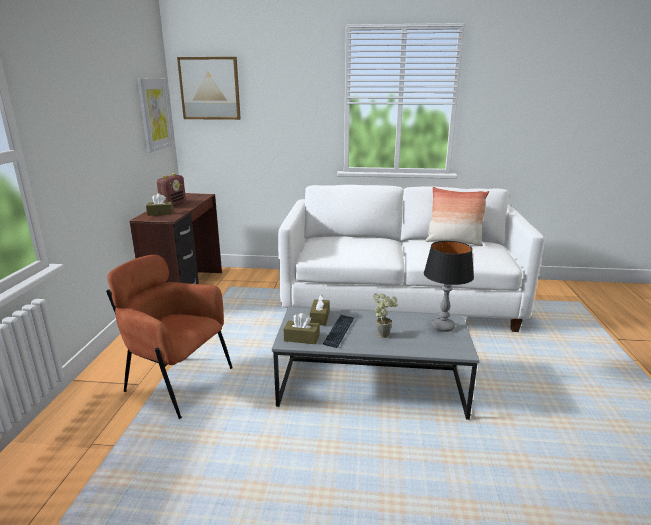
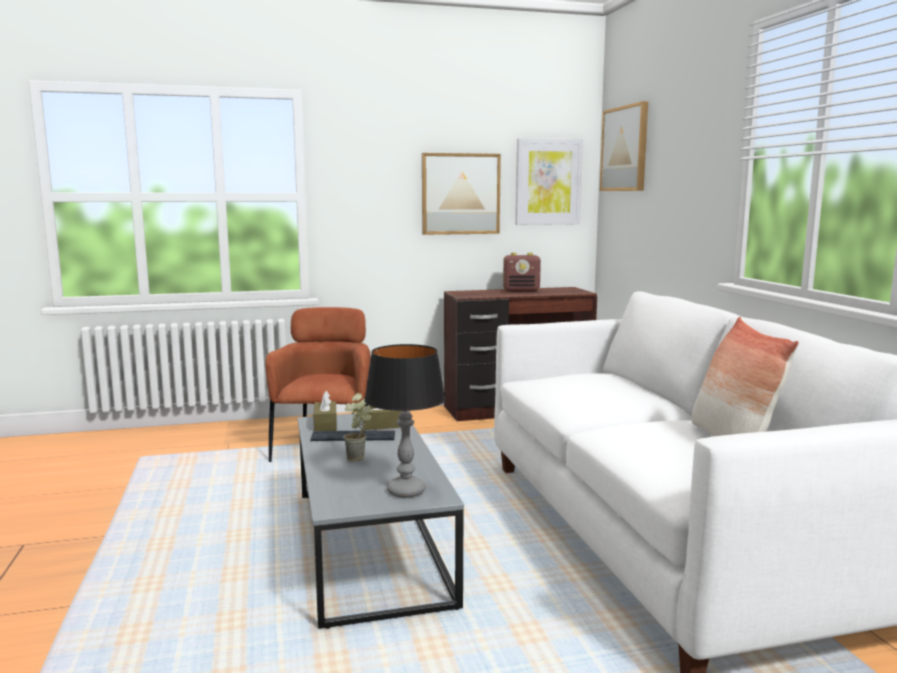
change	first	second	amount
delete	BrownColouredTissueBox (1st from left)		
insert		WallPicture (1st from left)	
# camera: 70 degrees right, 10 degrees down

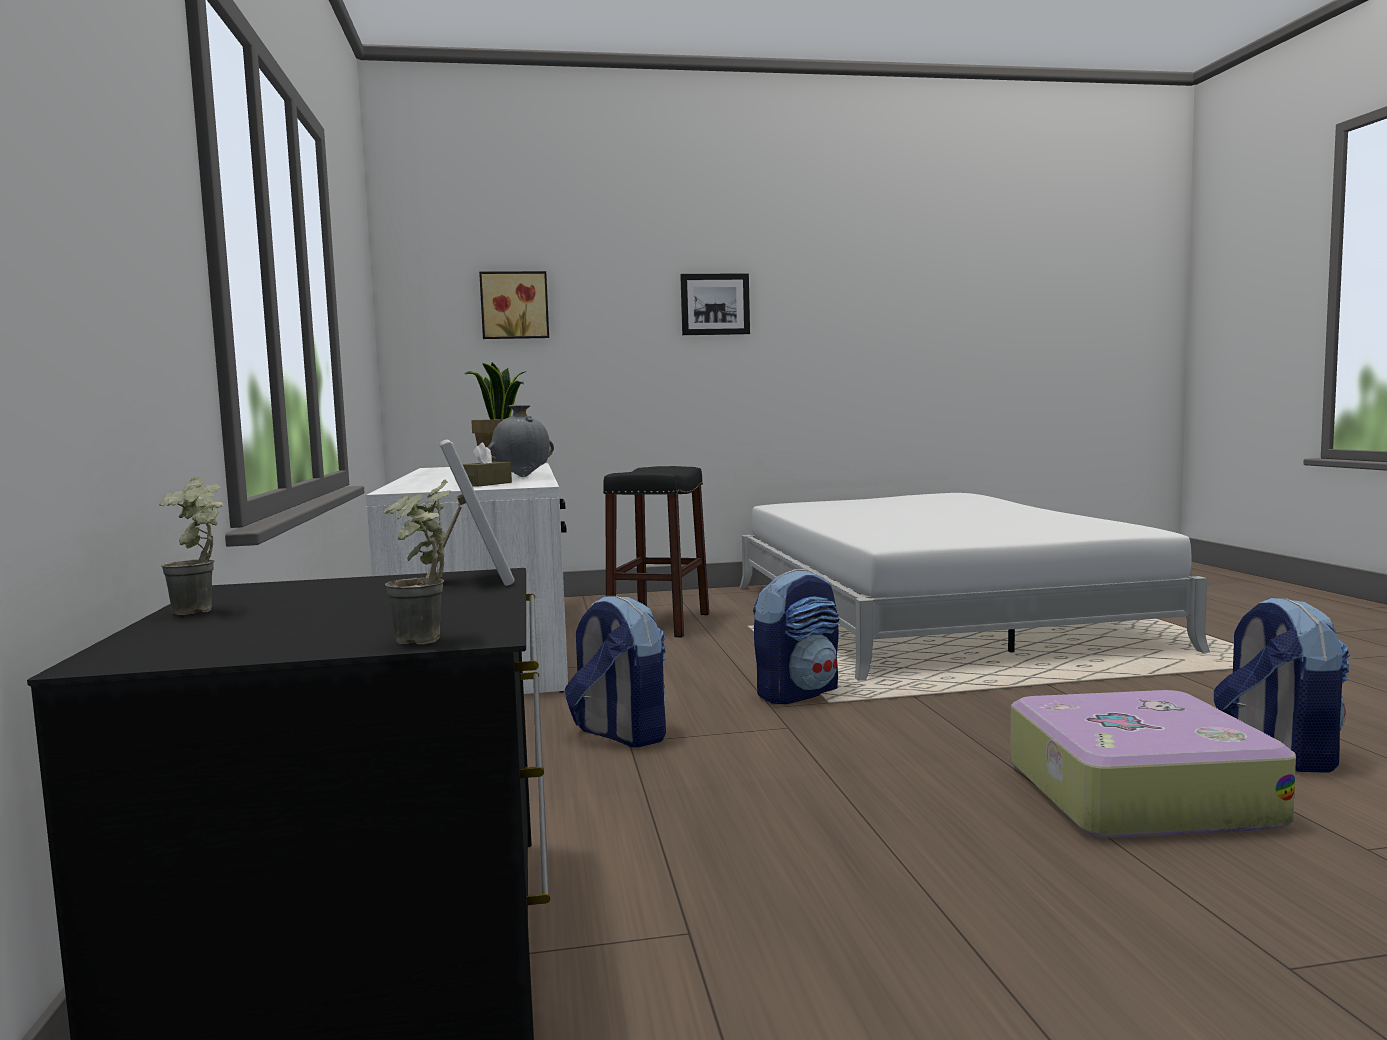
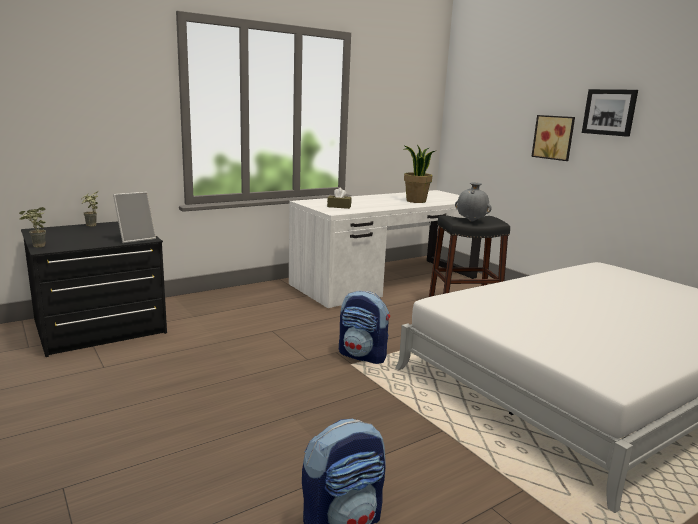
change	first	second	amount
move	WallPicture (1st from left)		
move	GrayVase		
delete	Rucksack (1st from left)		
delete	TravelCase		
# camera: 65 degrees right, 10 degrees up

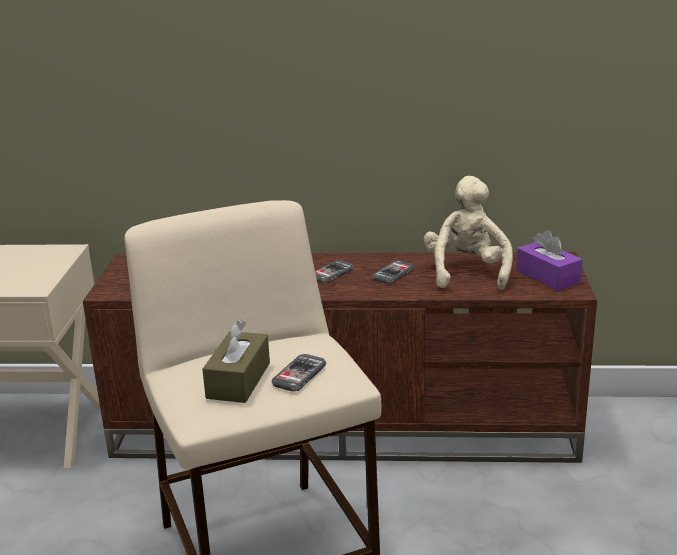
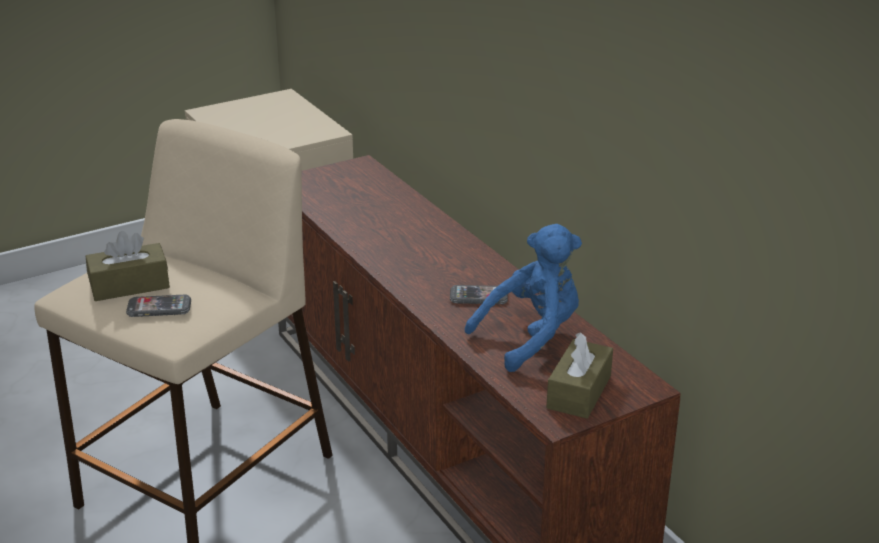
change	first	second	amount
delete	Telephone (2nd from left)		
recolor	BeigeCuddlyToy	BlueColouredCuddlyToy	
recolor	PurpleTissueBox	BrownColouredTissueBox (2nd from left)	
# camera: 55 degrees right, 5 degrees up

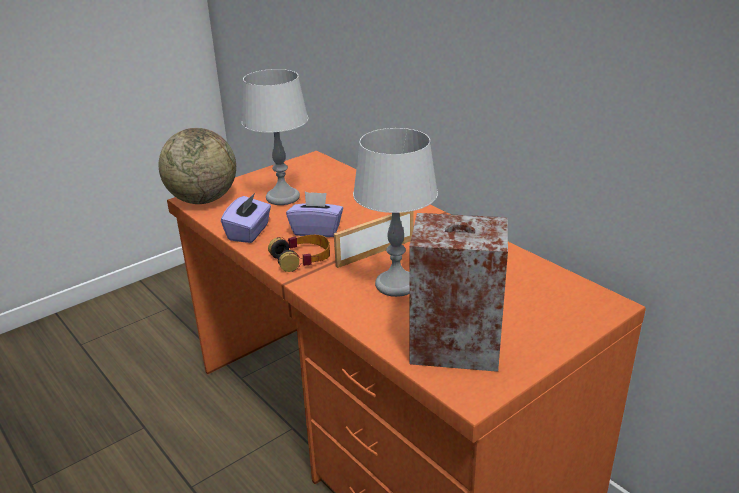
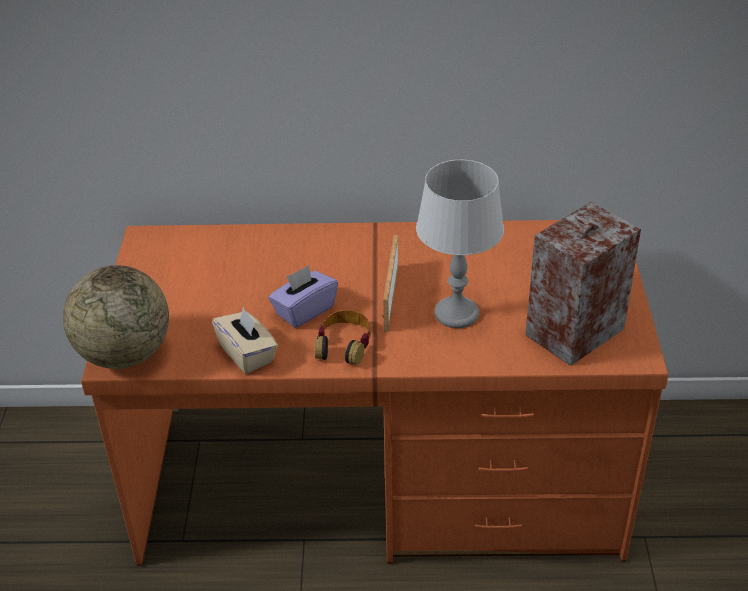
change	first	second	amount
recolor	PurpleTissueBox (1st from left)	BeigeTissueBox	
delete	GrayLampForATable (1st from left)		
# camera: 50 degrees left, 10 degrees up

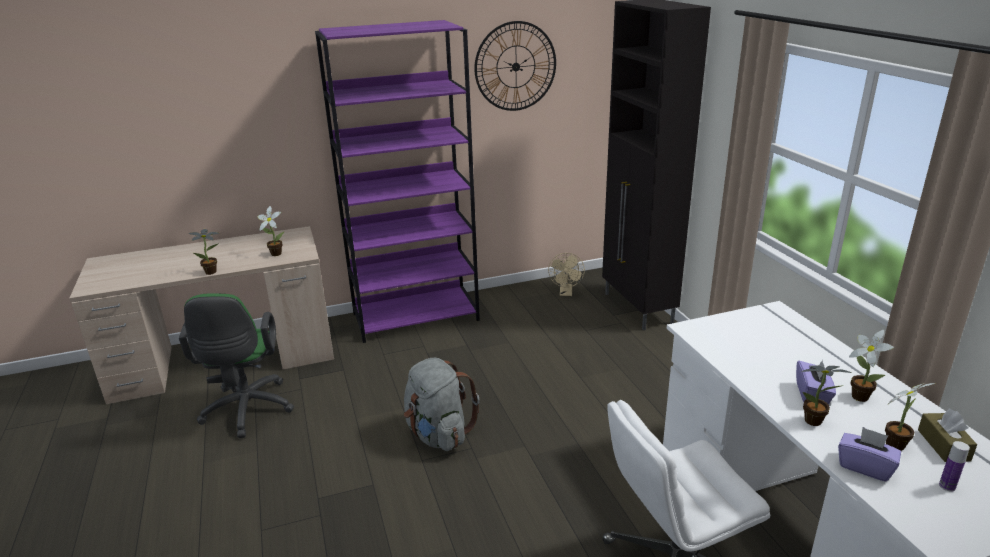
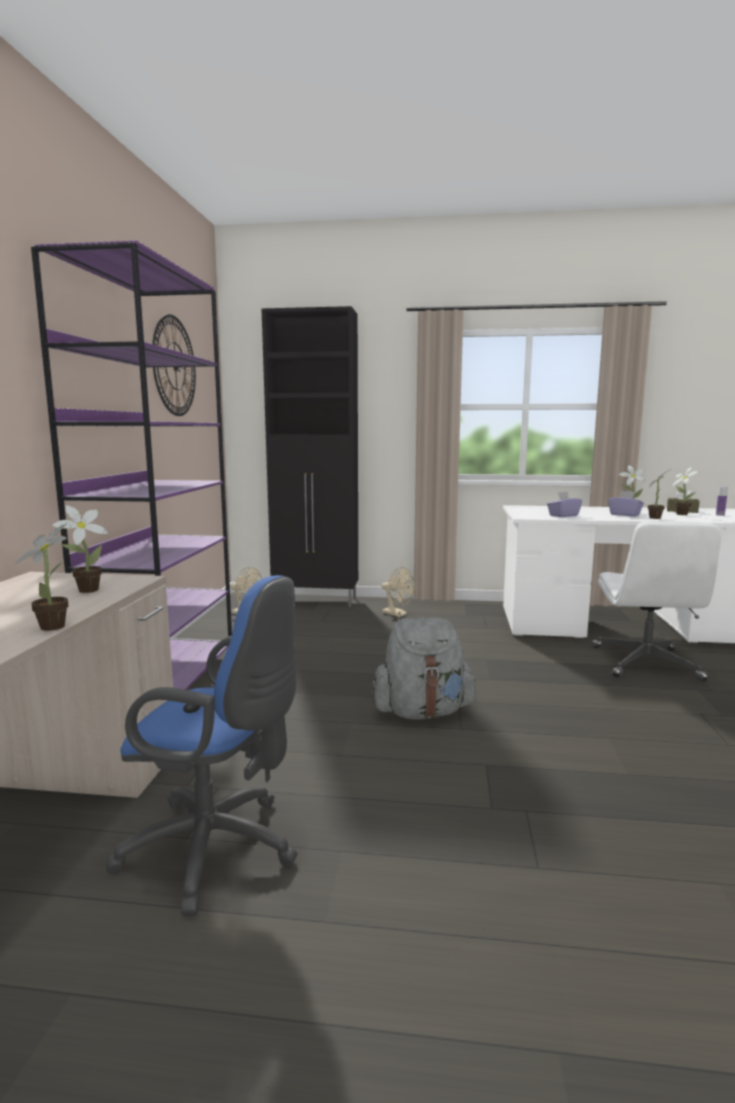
change	first	second	amount
recolor	GreenComputerChair	BlueColouredComputerChair	
move	PurpleTissueBox (2nd from left in the first image)	PurpleTissueBox (1st from left)	
insert		BeigeFan (2nd from left)	
# camera: 65 degrees left, 15 degrees down

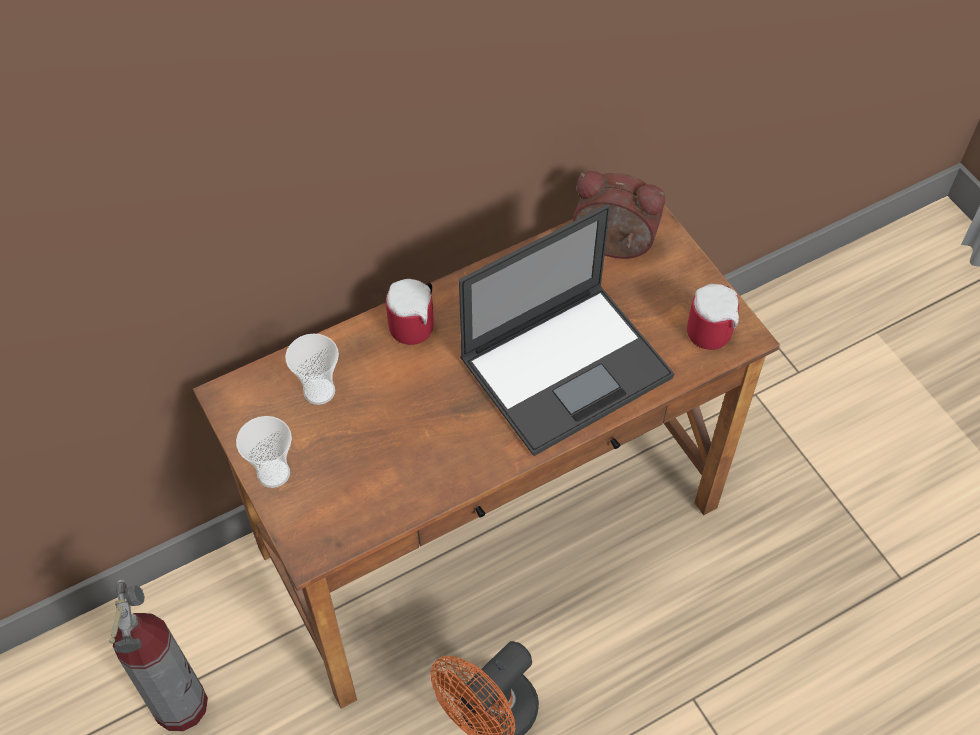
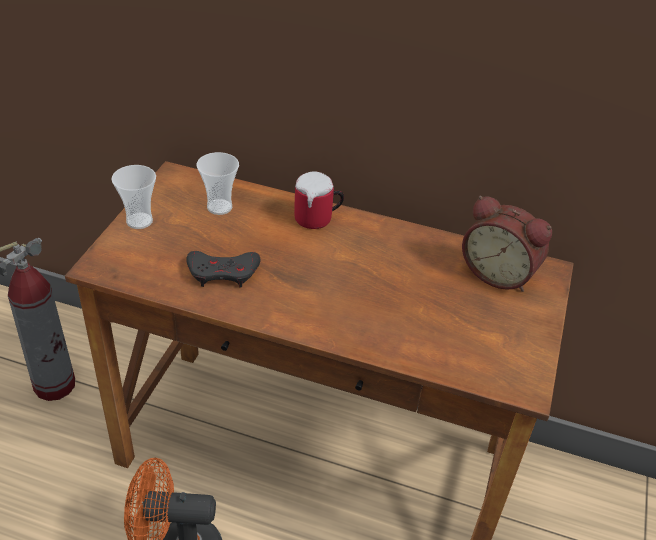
change	first	second	amount
delete	Laptop		
rotate	BedsideClock		150 degrees clockwise
delete	TeaMug (2nd from left)		
insert		GrayGamepad	
# camera: 45 degrees right, 15 degrees down

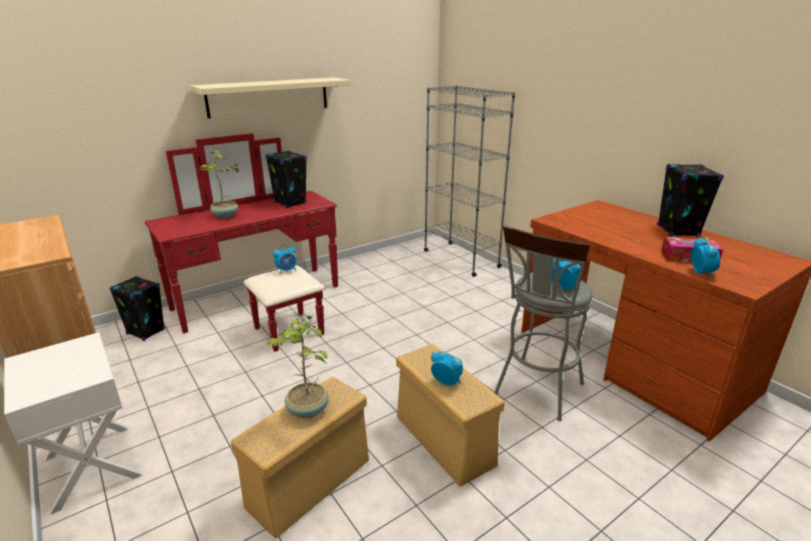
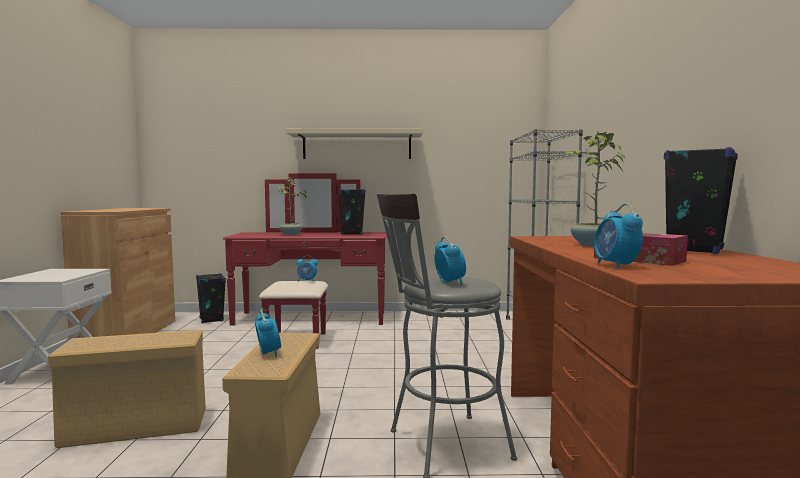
change	first	second	amount
move	Houseplant (2nd from left)		
rotate	BedsideClock (4th from left)		135 degrees clockwise
# camera: 35 degrees right, 20 degrees down

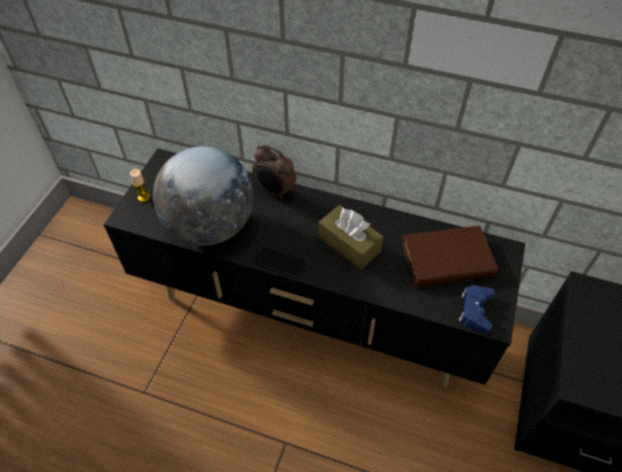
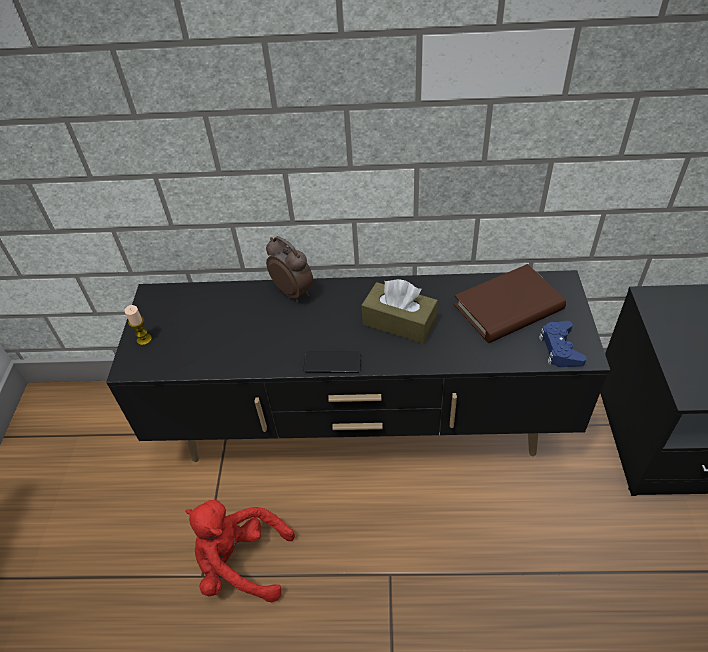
change	first	second	amount
delete	WorldGlobe		
rotate	BedsideClock		150 degrees counterclockwise
insert		RedCuddlyToy	
# camera: 15 degrees left, 5 degrees down

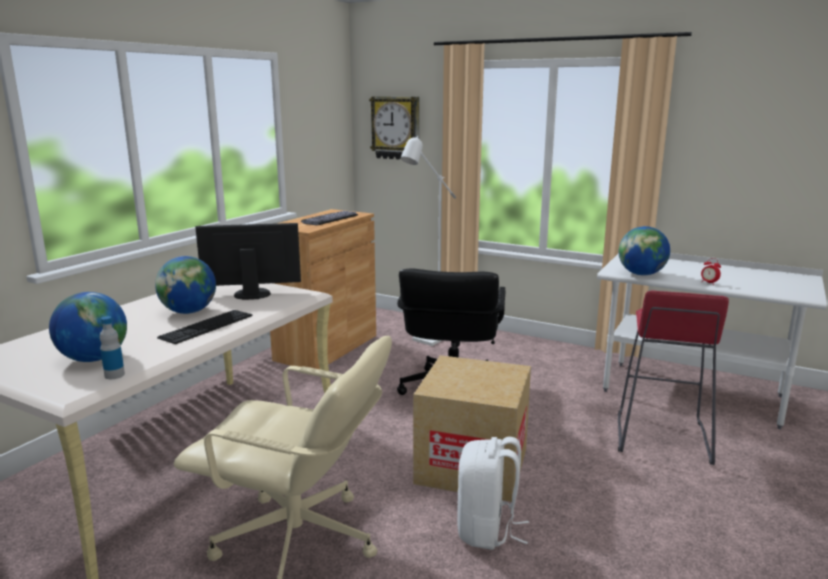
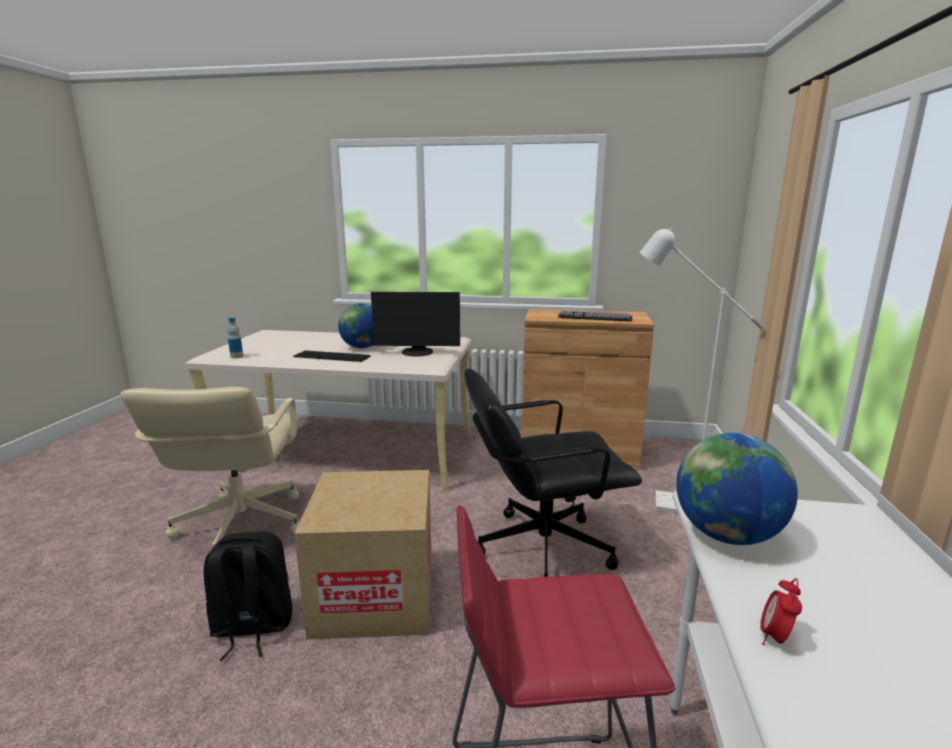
change	first	second	amount
delete	WorldGlobe (1st from left)		
rotate	ComputerDisplay		120 degrees clockwise
delete	ClockOnTheWall		
recolor	WhiteColouredRucksack	BlackRucksack	
# camera: 70 degrees right, 0 degrees up

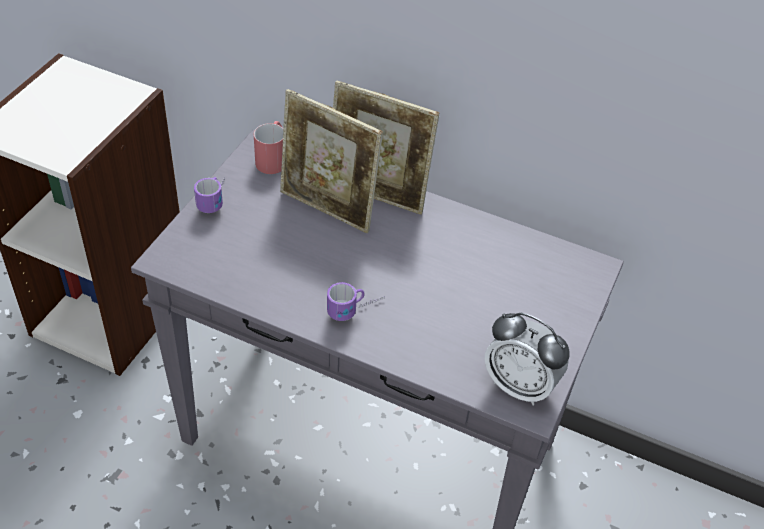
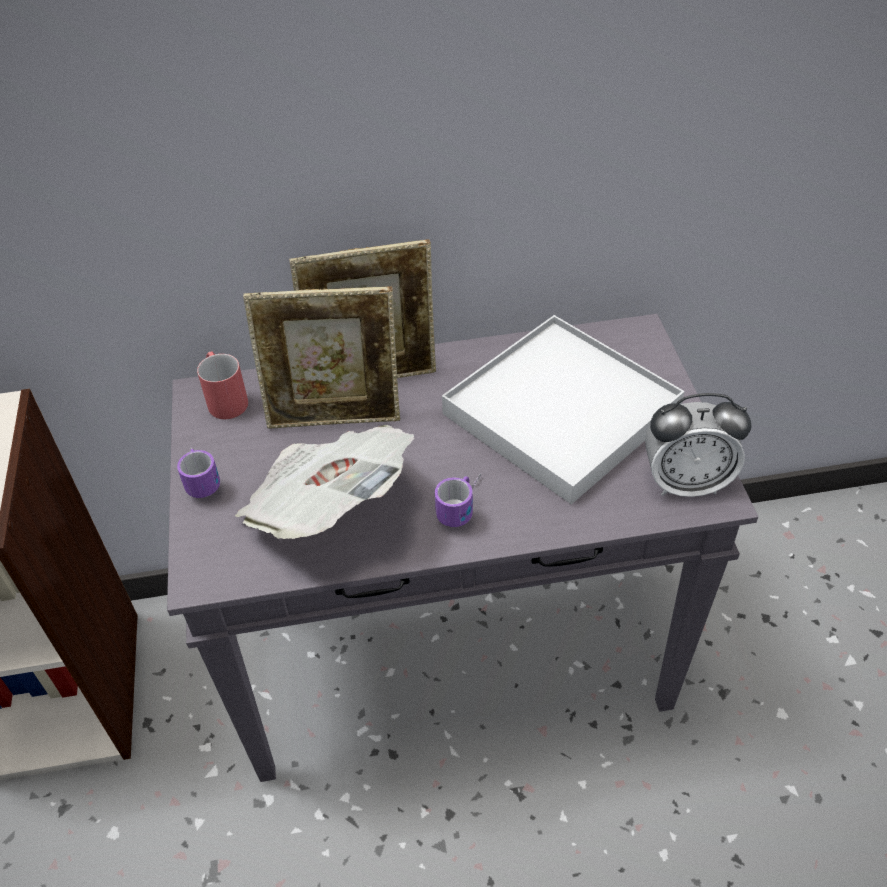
change	first	second	amount
insert		PrintedPaper	
insert		WhiteColouredTray	
# camera: 30 degrees left, 0 degrees up

